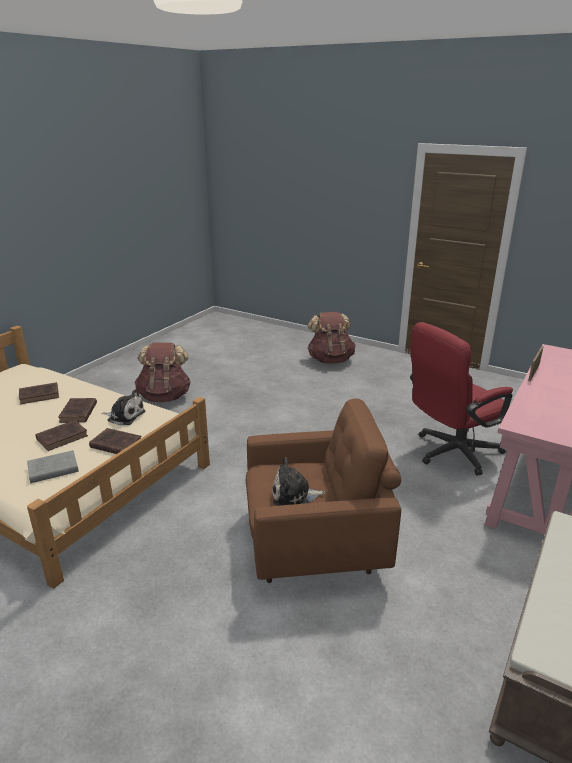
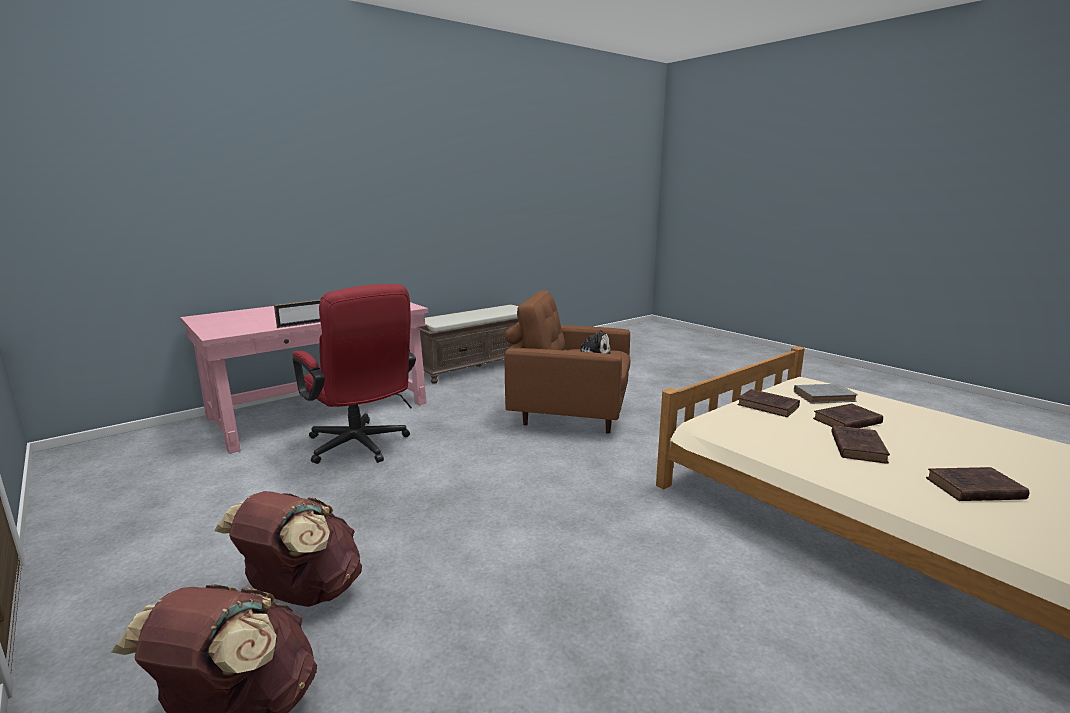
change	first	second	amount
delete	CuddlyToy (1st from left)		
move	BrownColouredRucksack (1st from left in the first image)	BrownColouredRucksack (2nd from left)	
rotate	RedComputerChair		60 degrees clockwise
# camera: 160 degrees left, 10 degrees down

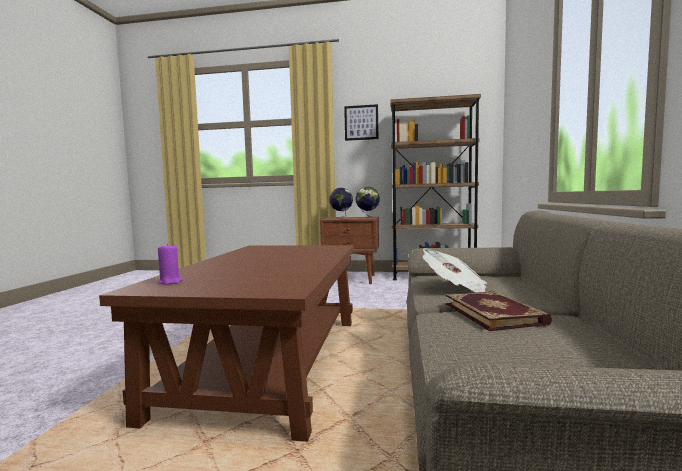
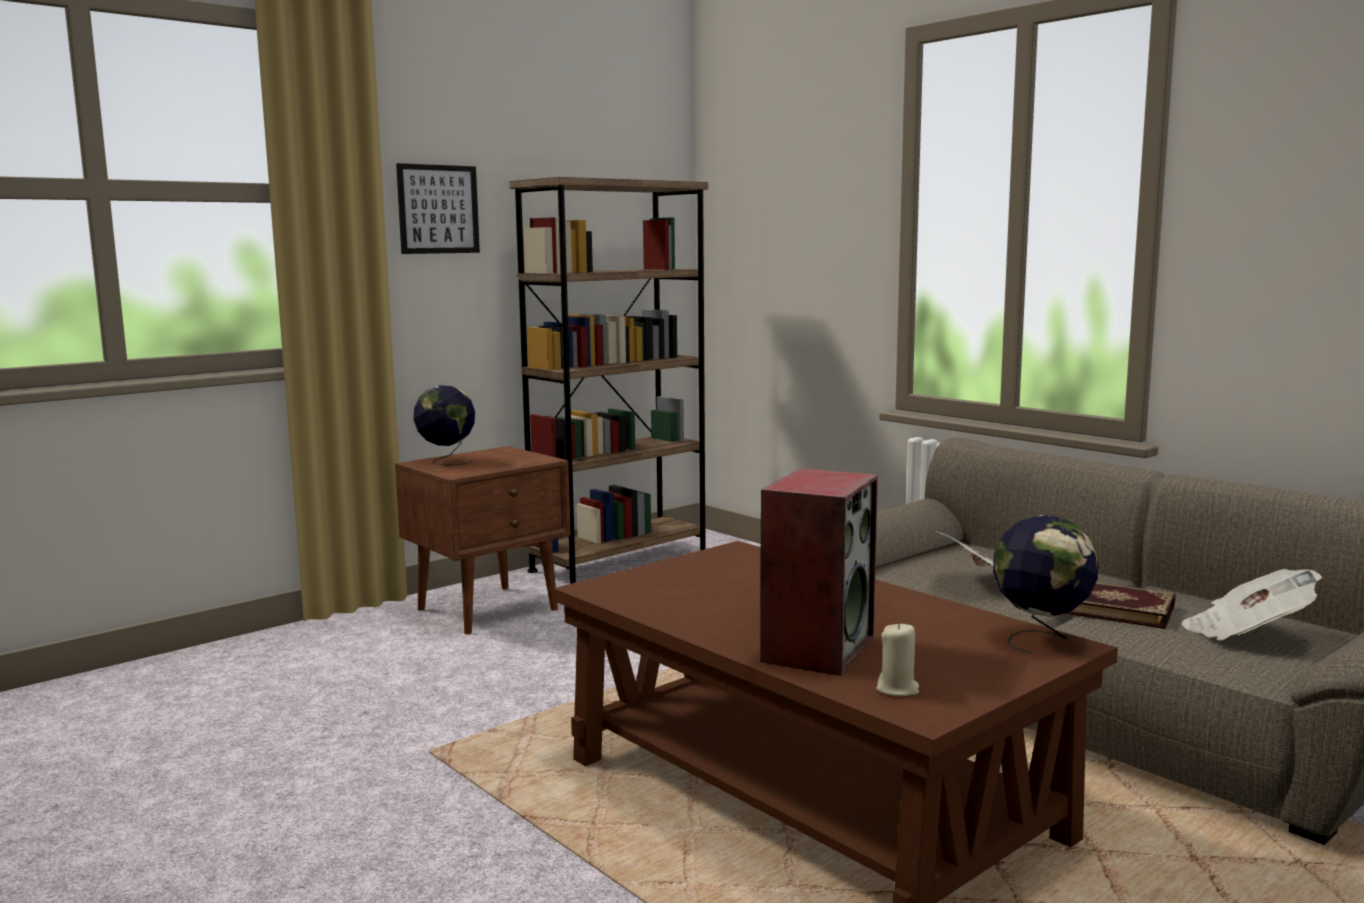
change	first	second	amount
recolor	PurpleCandle	BeigeCandle	
move	WorldGlobe (2nd from left)		
insert		Speaker	
insert		PrintedPaper (2nd from left)	
# camera: 50 degrees left, 5 degrees up

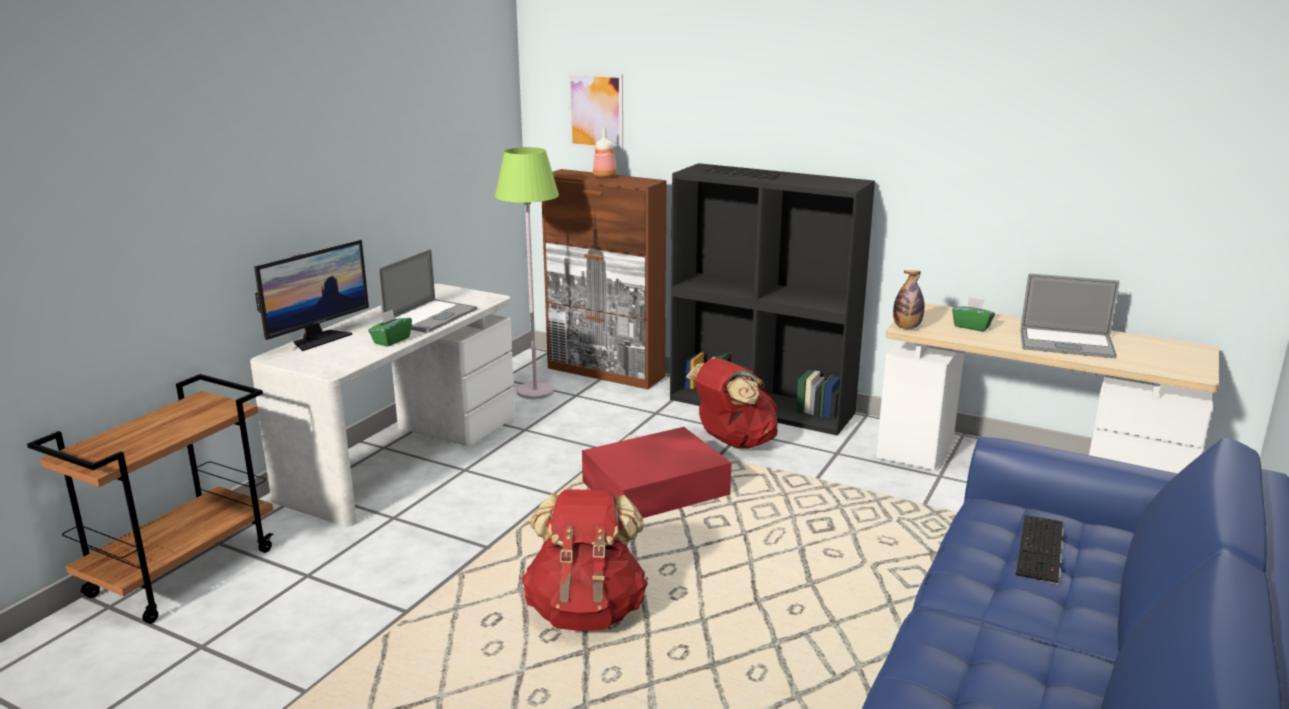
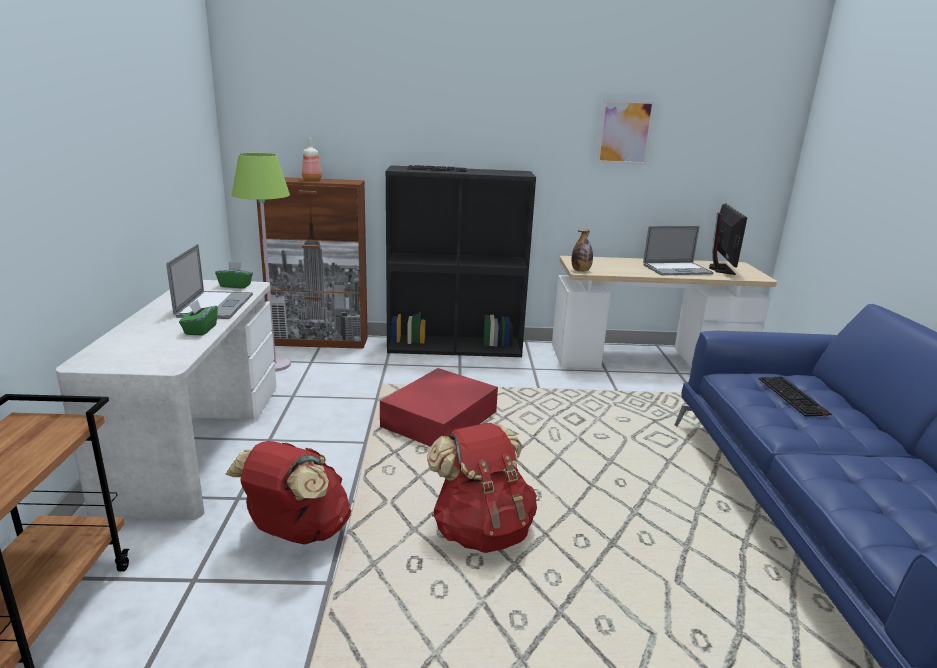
change	first	second	amount
move	ComputerDisplay		
move	WallPicture		
move	RedRucksack (2nd from left in the first image)	RedRucksack (1st from left)	
move	GreenTissueBox (2nd from left)		
# camera: 30 degrees left, 0 degrees up

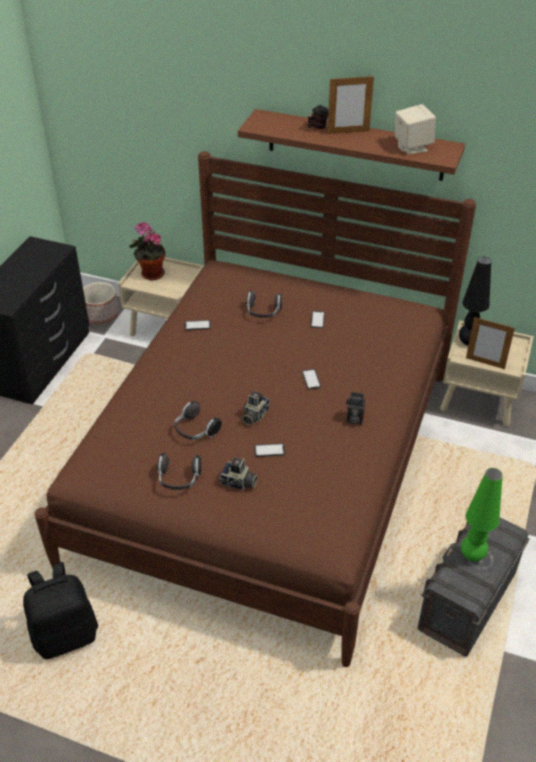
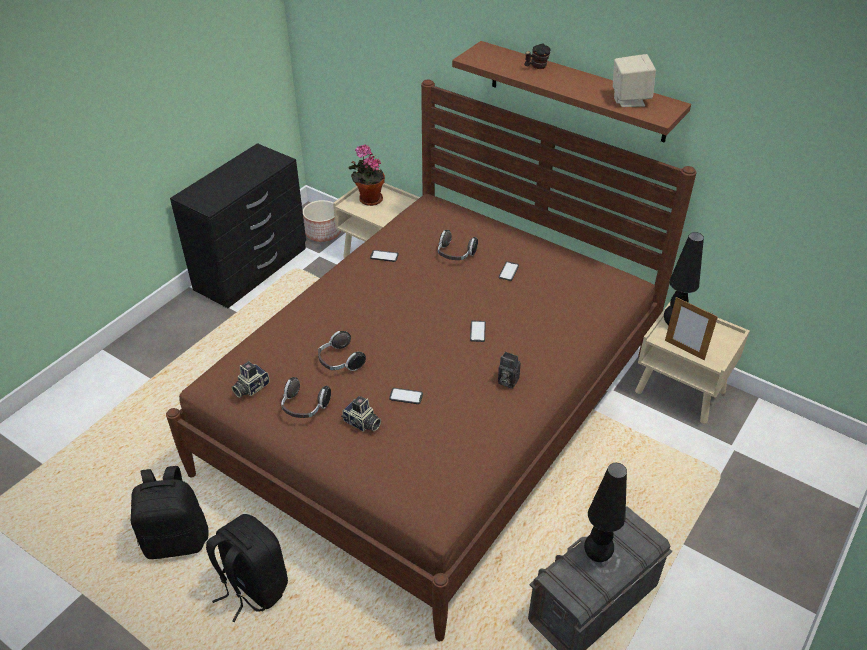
change	first	second	amount
move	PhotoCamera (2nd from left in the first image)	PhotoCamera (1st from left)	
delete	PictureFrame (1st from left)		
recolor	GreenLampForATable	BlackLampForATable (1st from left)	
insert		BlackRucksack (2nd from left)	
# camera: 15 degrees right, 0 degrees up

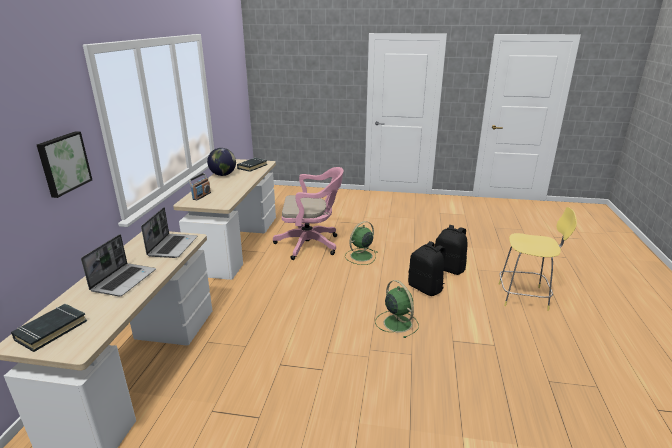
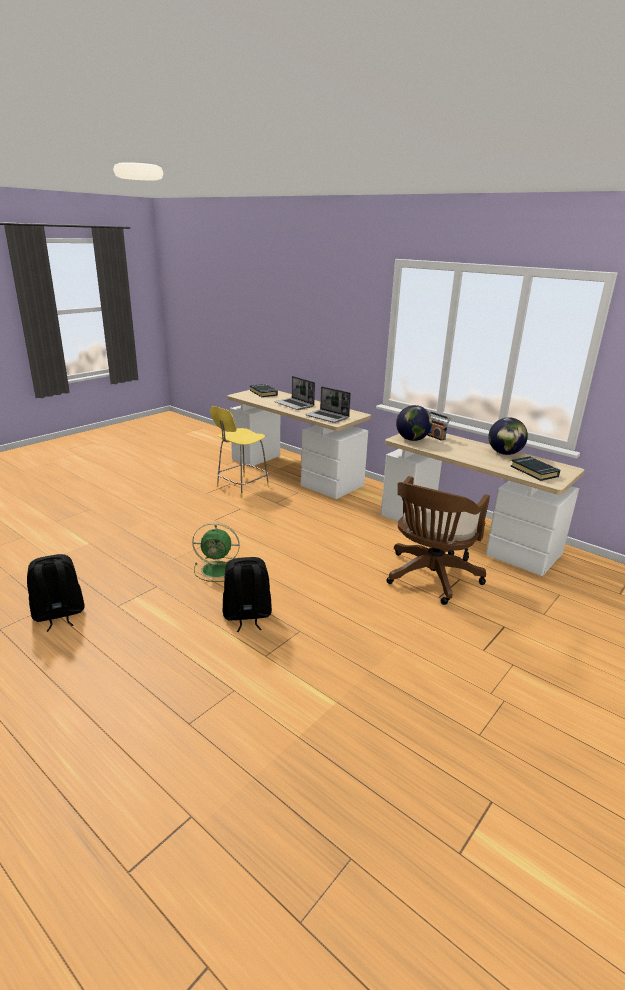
change	first	second	amount
delete	WallPicture		
recolor	PinkComputerChair	BrownColouredComputerChair	
delete	GreenFan (1st from left)		
move	BlackRucksack (2nd from left in the first image)	BlackRucksack (1st from left)	
move	YellowColouredSittingStool		
insert		WorldGlobe (1st from left)	
# camera: 120 degrees right, 0 degrees up

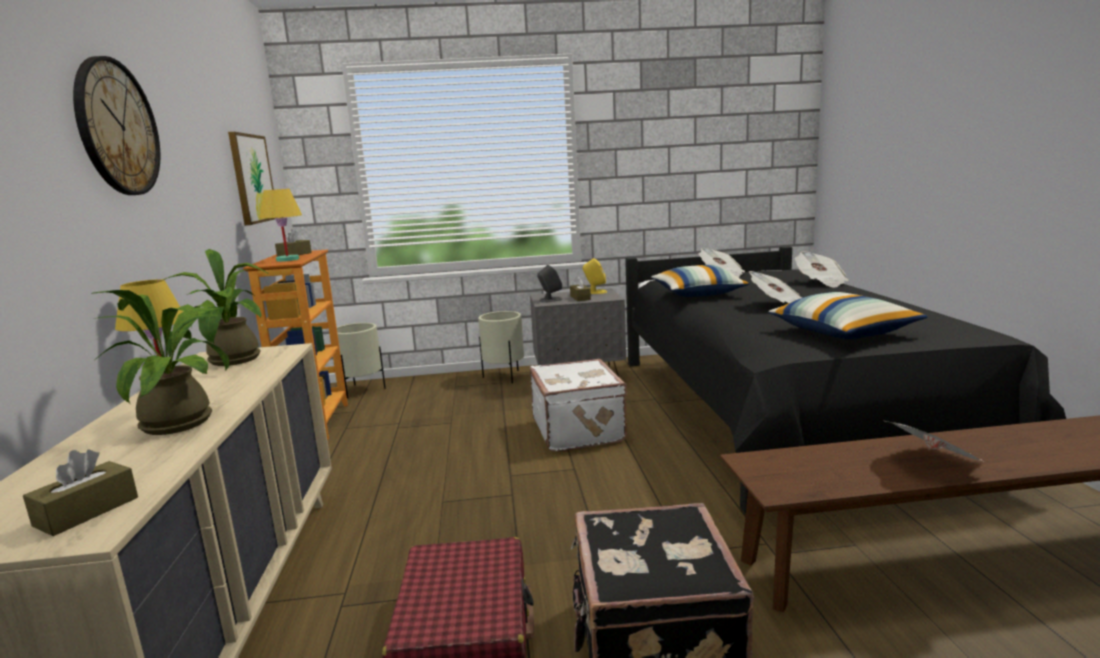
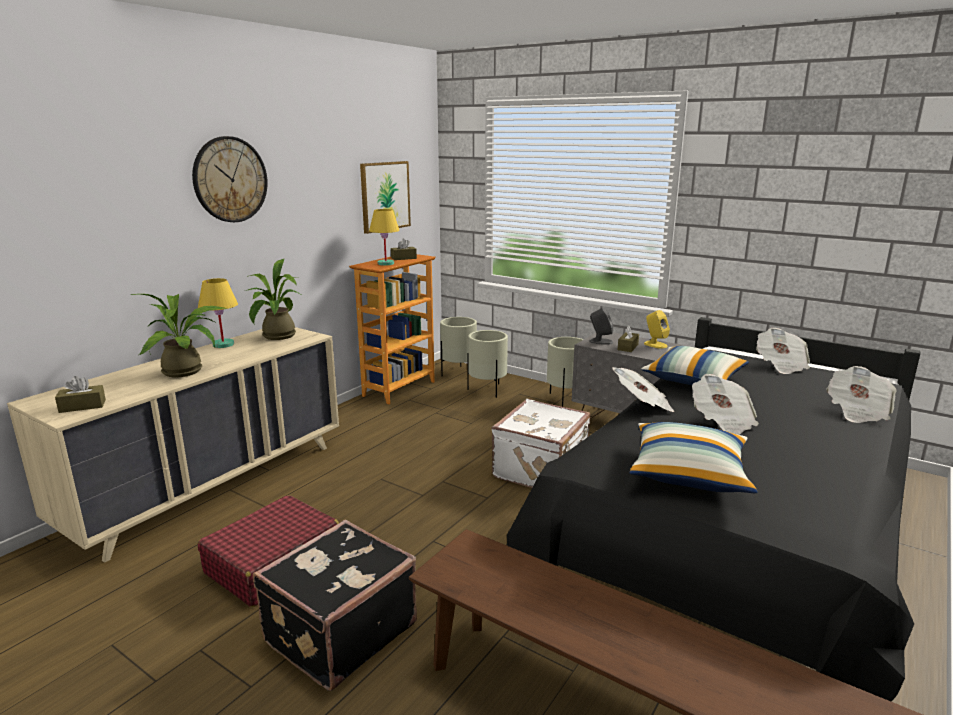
change	first	second	amount
move	PrintedPaper (4th from left in the first image)	PrintedPaper (1st from left)	
insert		BeigePlanter (2nd from left)	
# camera: 40 degrees right, 5 degrees up

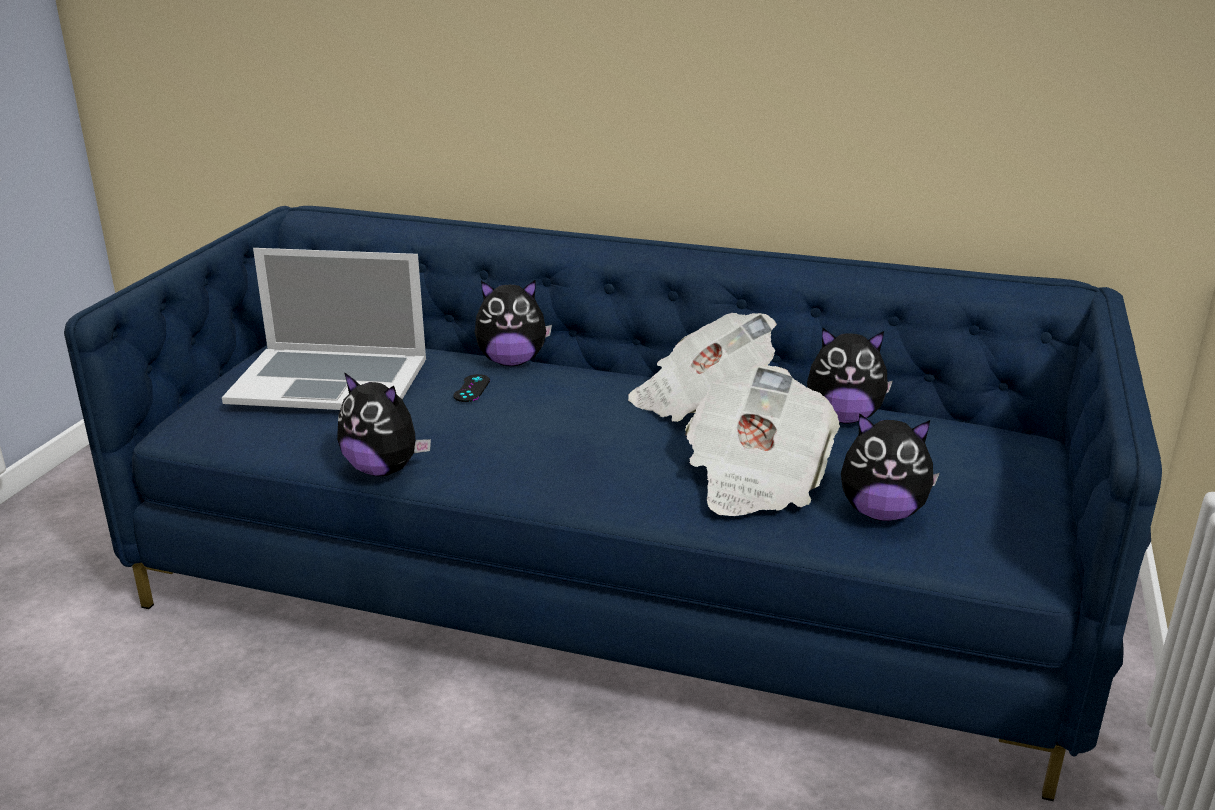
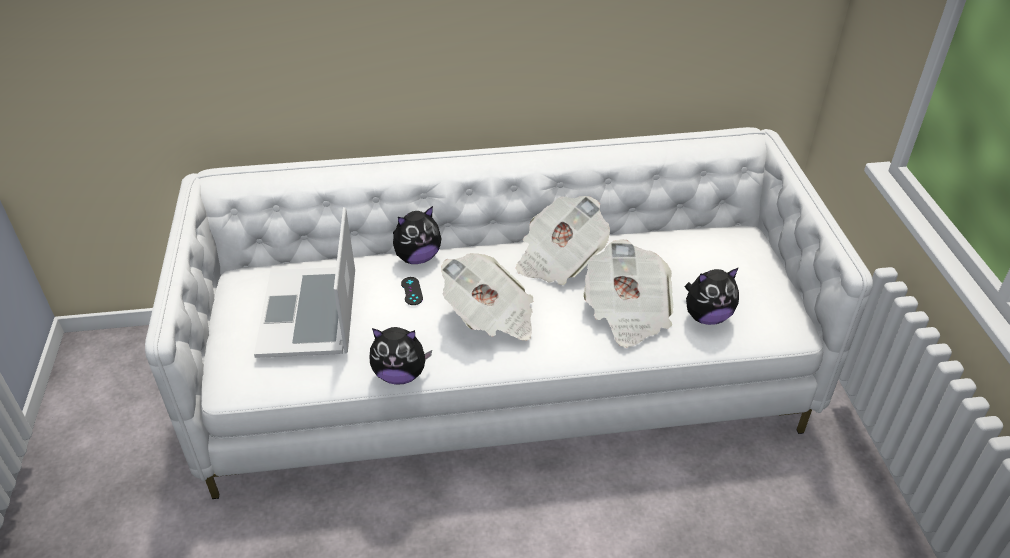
change	first	second	amount
recolor	BlueColouredSofa	WhiteColouredSofa	
rotate	Laptop		105 degrees clockwise
delete	CuddlyToy (3rd from left)		
insert		PrintedPaper (1st from left)	
# camera: 25 degrees left, 15 degrees up

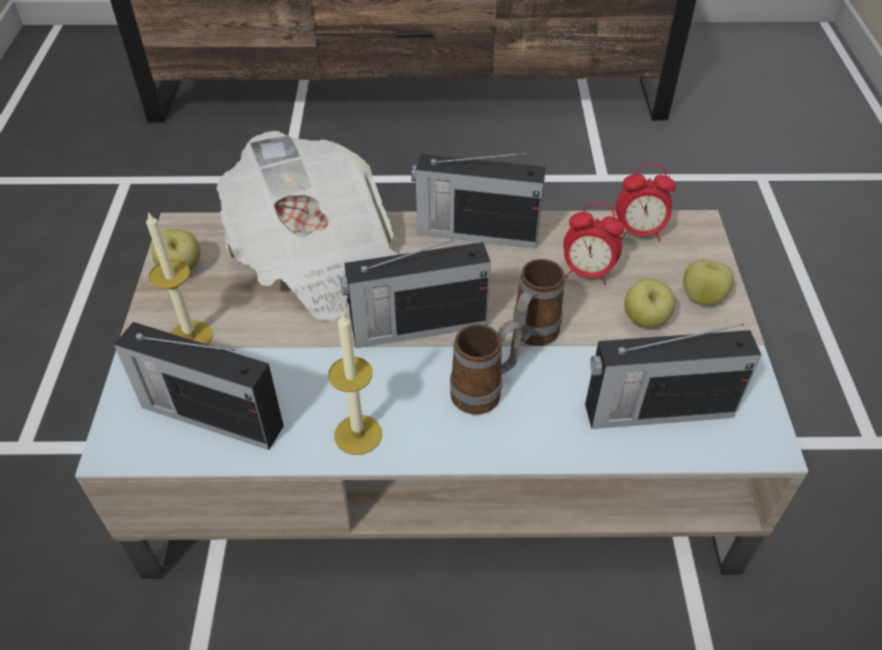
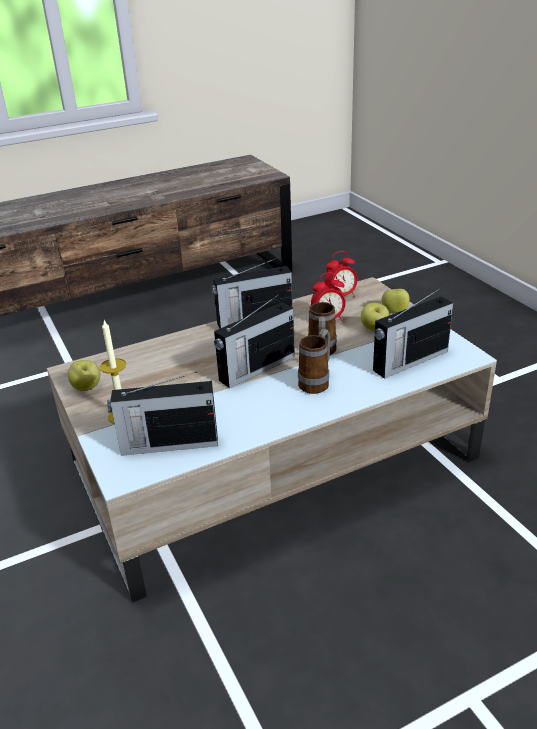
change	first	second	amount
delete	PrintedPaper		
delete	Candle (2nd from left)		
# camera: 25 degrees left, 15 degrees down

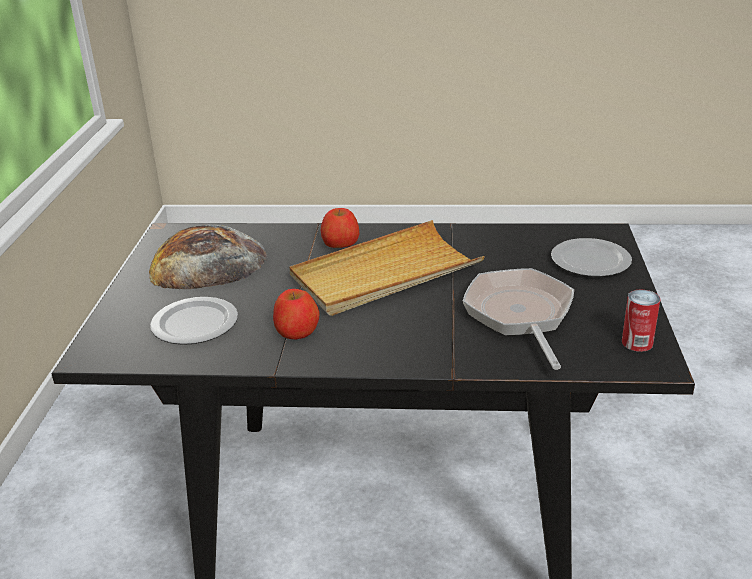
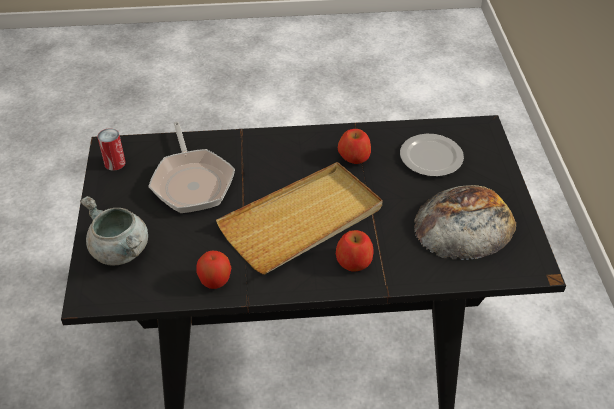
change	first	second	amount
replace	Plate (2nd from left)	GrayStockpot	
insert		AppleFruit (1st from left)	
# camera: 170 degrees right, 15 degrees up

